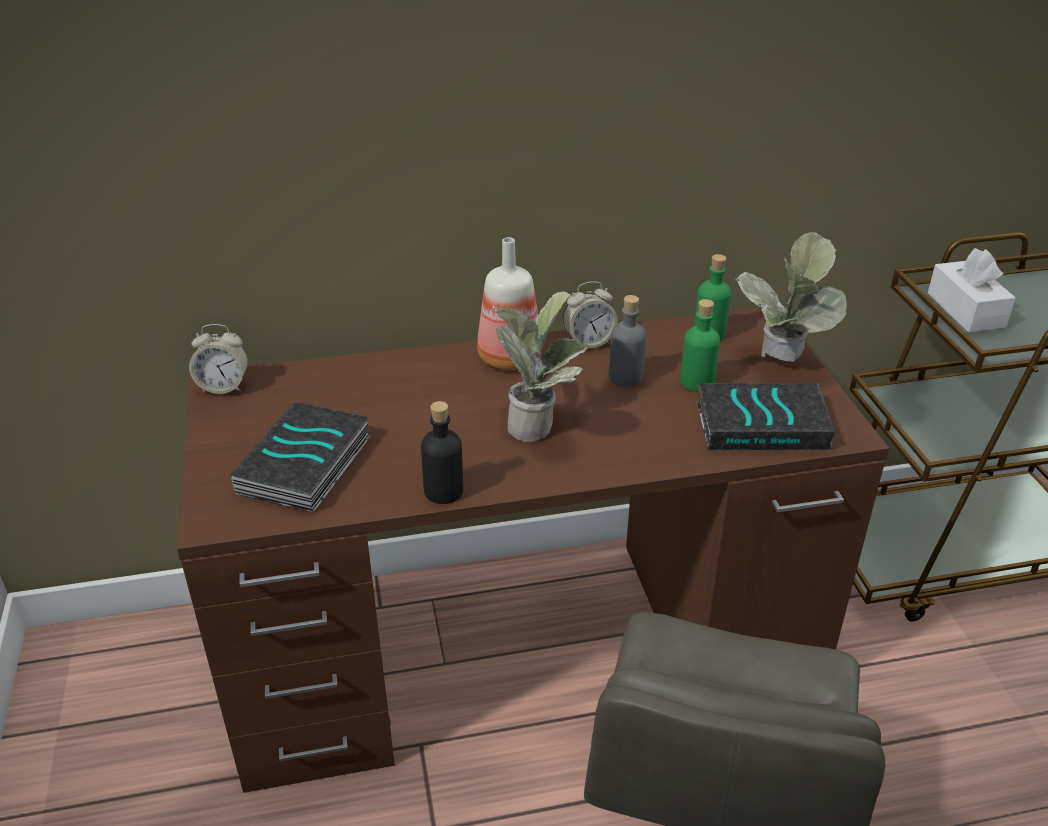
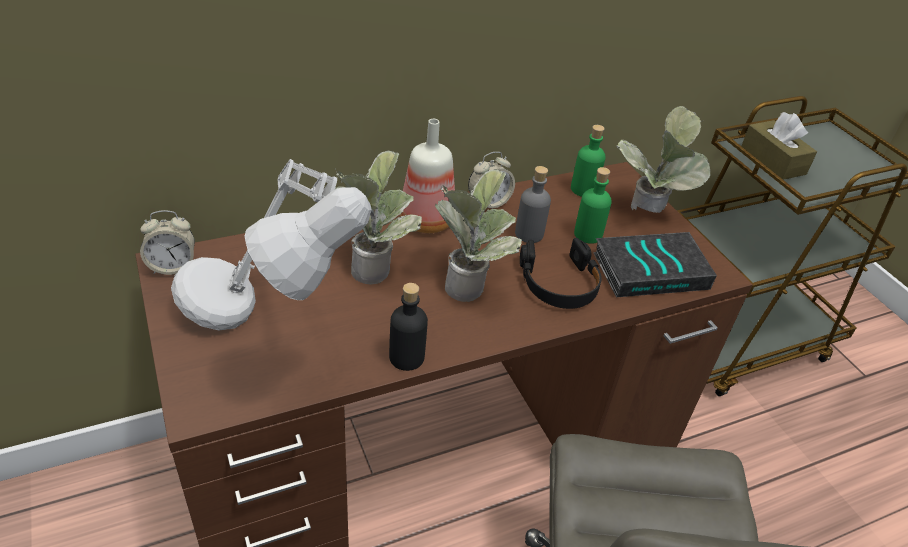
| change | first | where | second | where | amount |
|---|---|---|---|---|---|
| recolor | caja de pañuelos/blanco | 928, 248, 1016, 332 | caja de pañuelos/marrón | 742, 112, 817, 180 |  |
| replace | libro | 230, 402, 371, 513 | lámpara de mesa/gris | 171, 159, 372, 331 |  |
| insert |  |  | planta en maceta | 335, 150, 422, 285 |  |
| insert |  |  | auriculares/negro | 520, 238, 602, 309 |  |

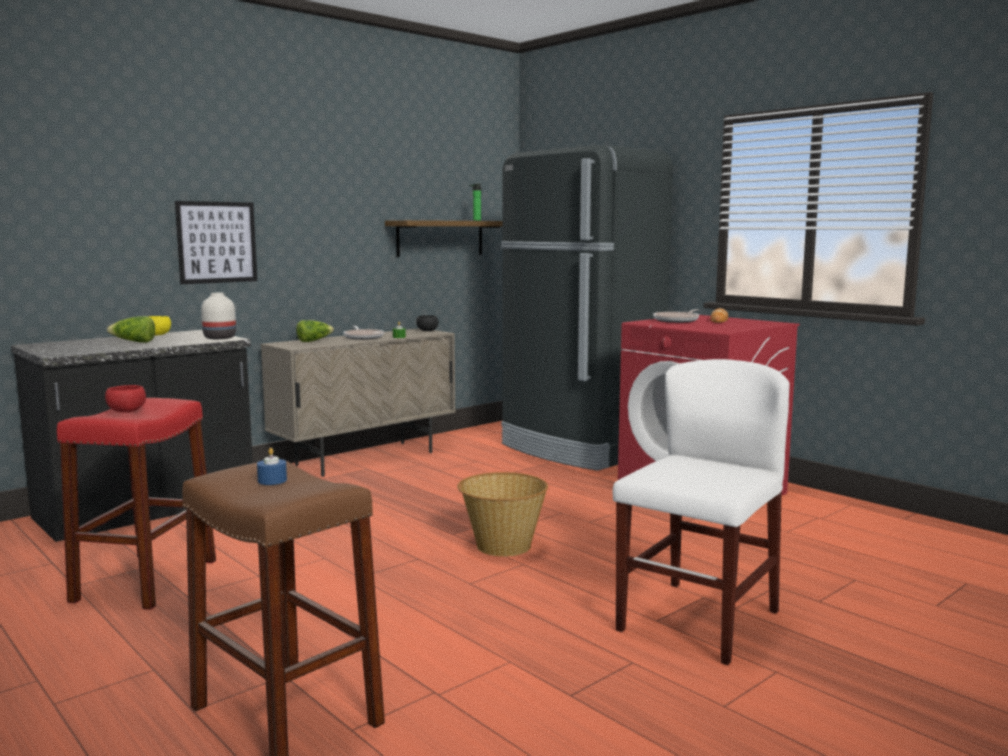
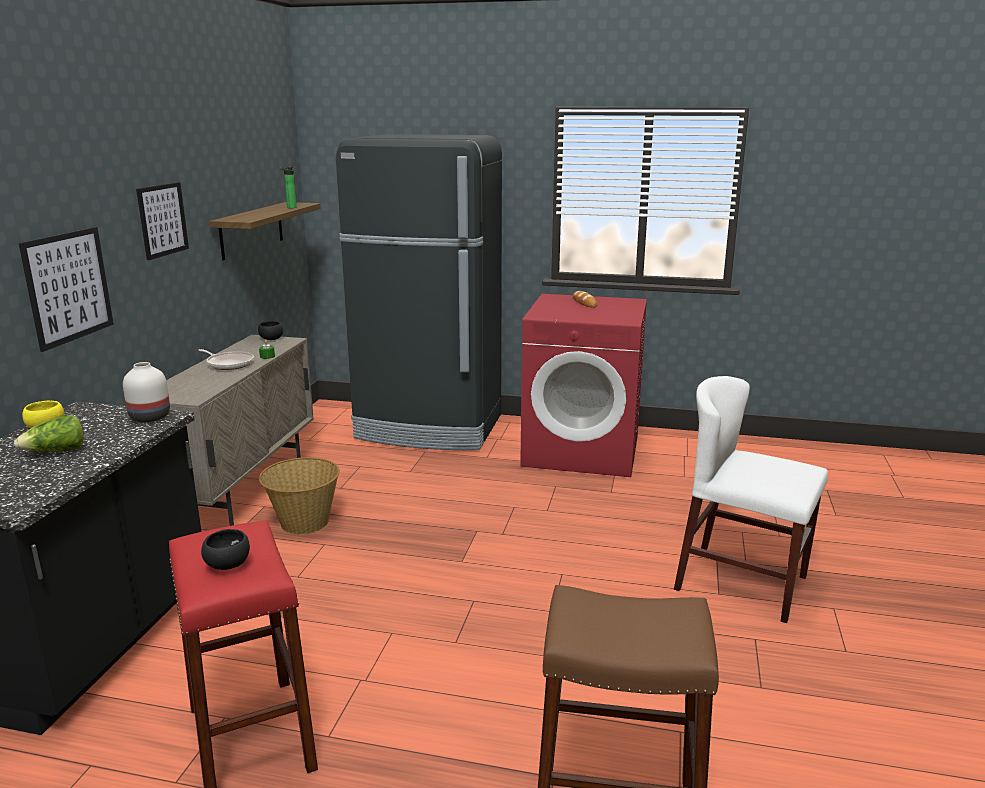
| change | first | where | second | where | amount |
|---|---|---|---|---|---|
| delete | sartén | 653, 309, 699, 323 |  |  |  |
| delete | lechuga | 296, 320, 334, 342 |  |  |  |
| rotate | silla/blanco | 613, 359, 790, 665 |  | 674, 376, 828, 623 | 60 degrees counterclockwise |
| recolor | cuenco/rojo | 105, 385, 146, 412 | cuenco/negro | 201, 529, 250, 570 |  |
| delete | vela/azul | 257, 448, 287, 485 |  |  |  |
| move | cesta | 457, 472, 548, 557 |  | 259, 457, 340, 535 |  |
| insert |  |  | cuadro | 136, 182, 189, 260 |  |

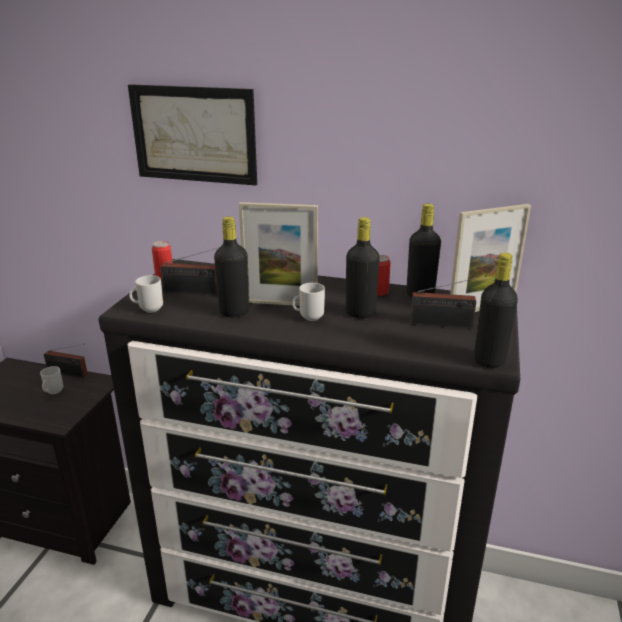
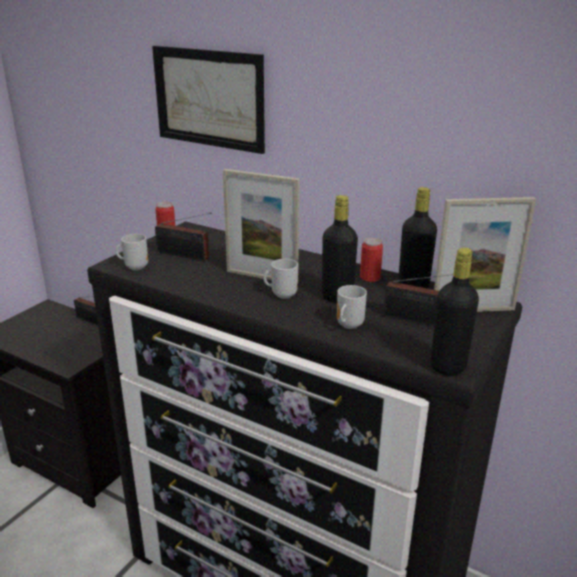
| change | first | where | second | where | amount |
|---|---|---|---|---|---|
| delete | botella/negro | 214, 217, 249, 317 |  |  |  |
| move | taza grande | 40, 366, 63, 394 |  | 337, 285, 367, 329 |  |

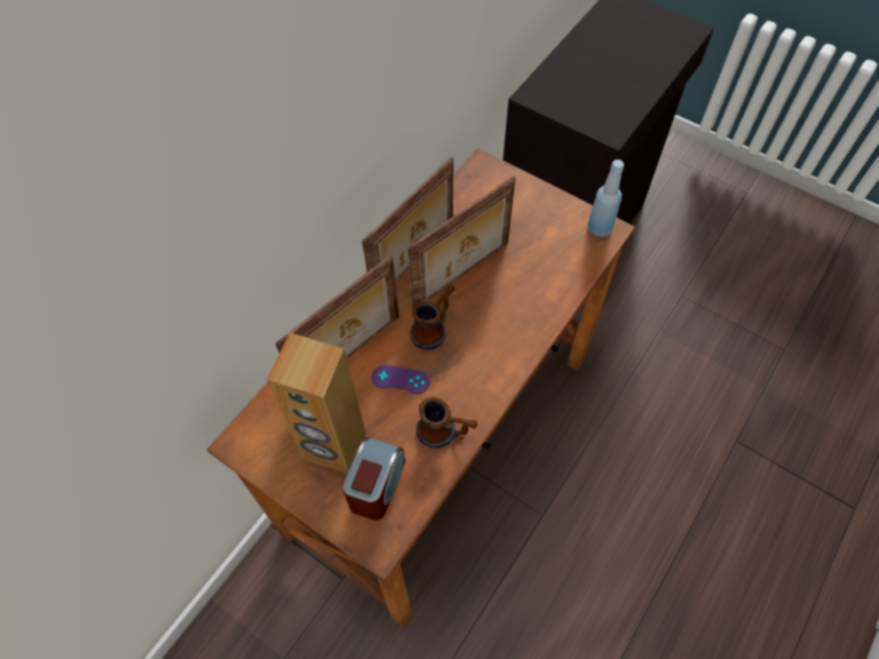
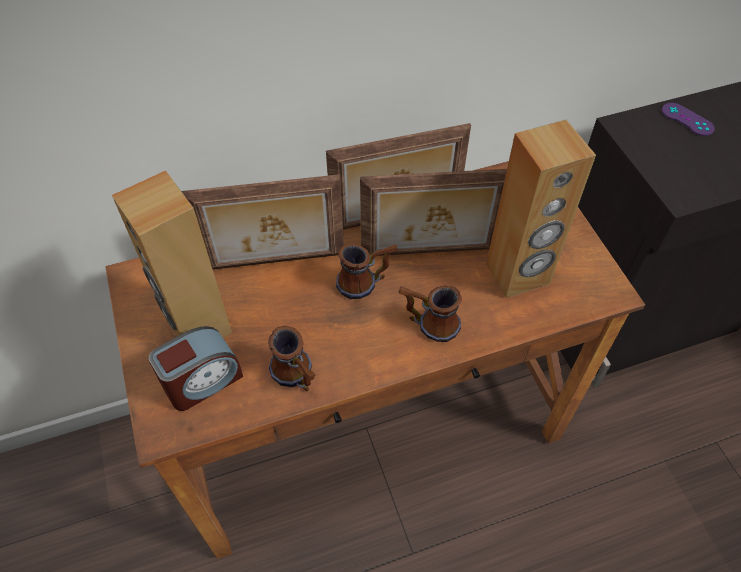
| change | first | where | second | where | amount |
|---|---|---|---|---|---|
| delete | botella/azul | 588, 160, 624, 237 |  |  |  |
| move | mando de consola/morado | 372, 365, 430, 394 |  | 662, 103, 715, 136 |  |
| insert |  |  | altavoz/marrón | 486, 120, 596, 298 |  |
| insert |  |  | taza grande | 399, 285, 462, 342 |  |

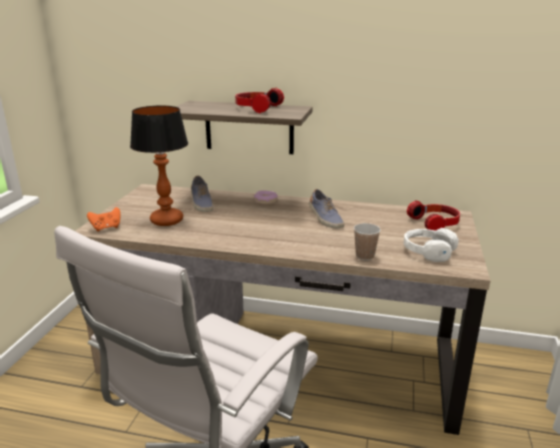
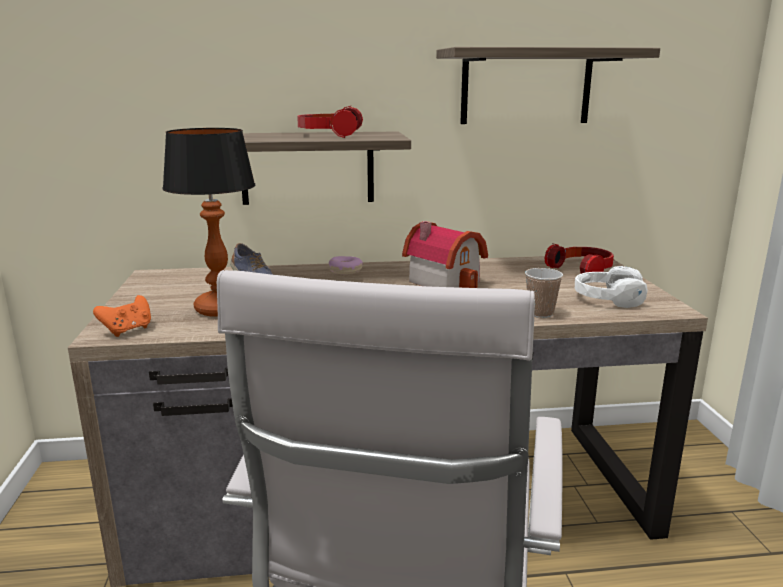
| change | first | where | second | where | amount |
|---|---|---|---|---|---|
| replace | zapato | 309, 189, 344, 228 | casita | 402, 221, 488, 288 |  |
| insert |  |  | estante | 436, 47, 660, 124 |  |

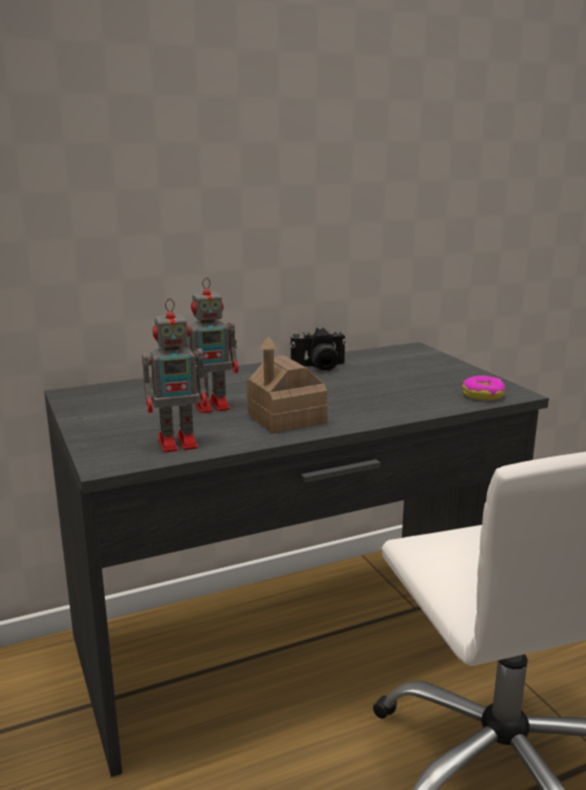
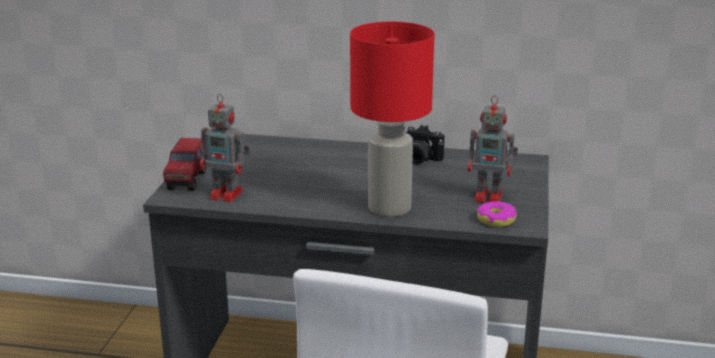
| change | first | where | second | where | amount |
|---|---|---|---|---|---|
| move | robot de juguete | 184, 277, 238, 413 |  | 467, 95, 518, 203 |  |
| delete | casita | 247, 336, 328, 433 |  |  |  |
| insert |  |  | lámpara de mesa/rojo | 350, 22, 435, 217 |  |
| insert |  |  | camión de juguete | 163, 138, 206, 191 |  |

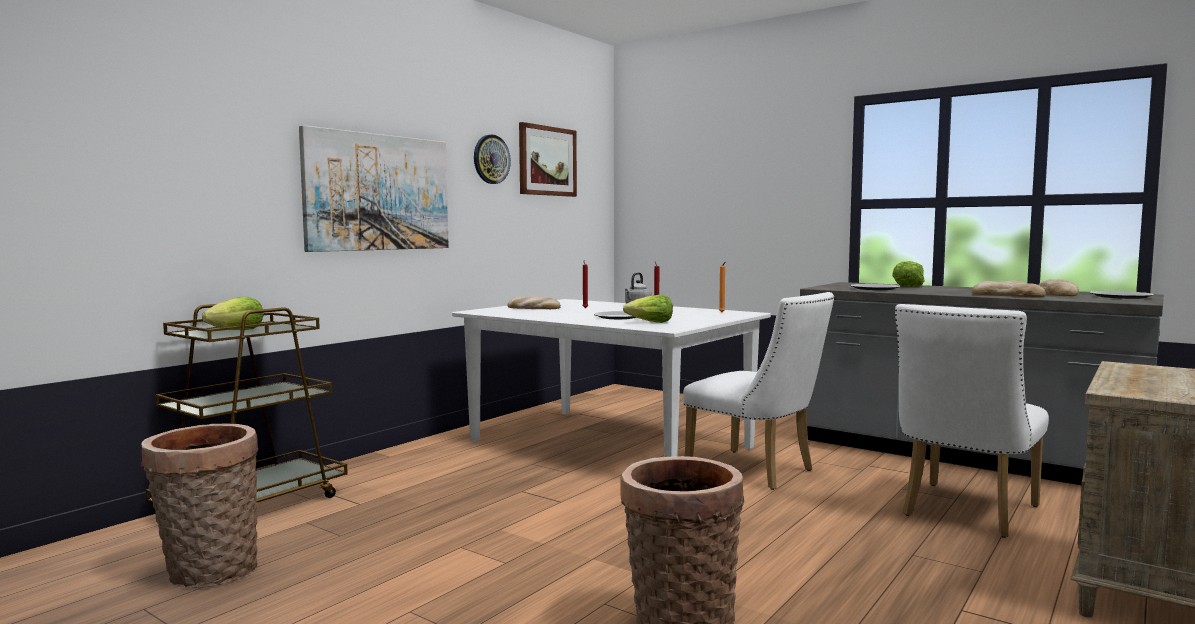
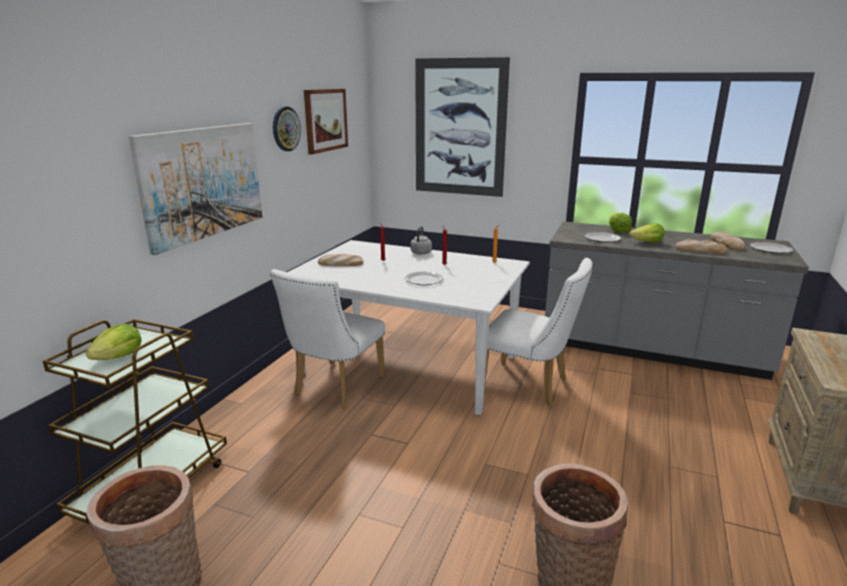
| change | first | where | second | where | amount |
|---|---|---|---|---|---|
| move | lechuga | 623, 295, 673, 323 |  | 629, 223, 664, 243 |  |
| move | silla/blanco | 895, 304, 1049, 538 |  | 270, 269, 385, 408 |  |
| insert |  |  | cuadro | 415, 57, 510, 197 |  |

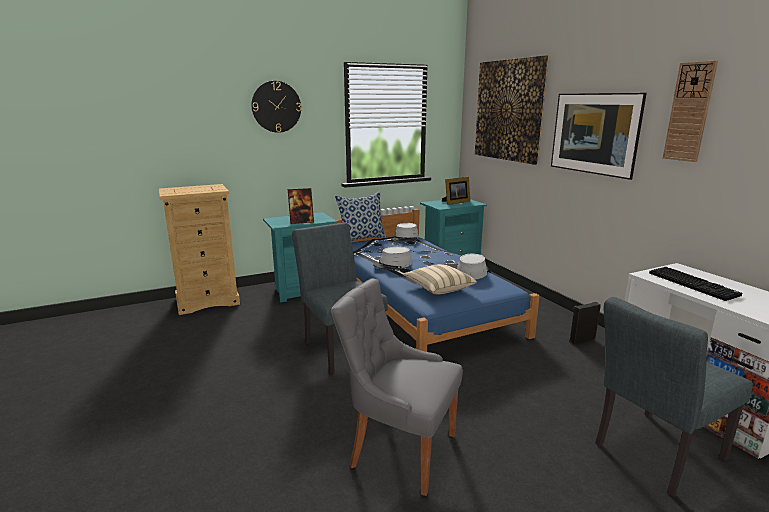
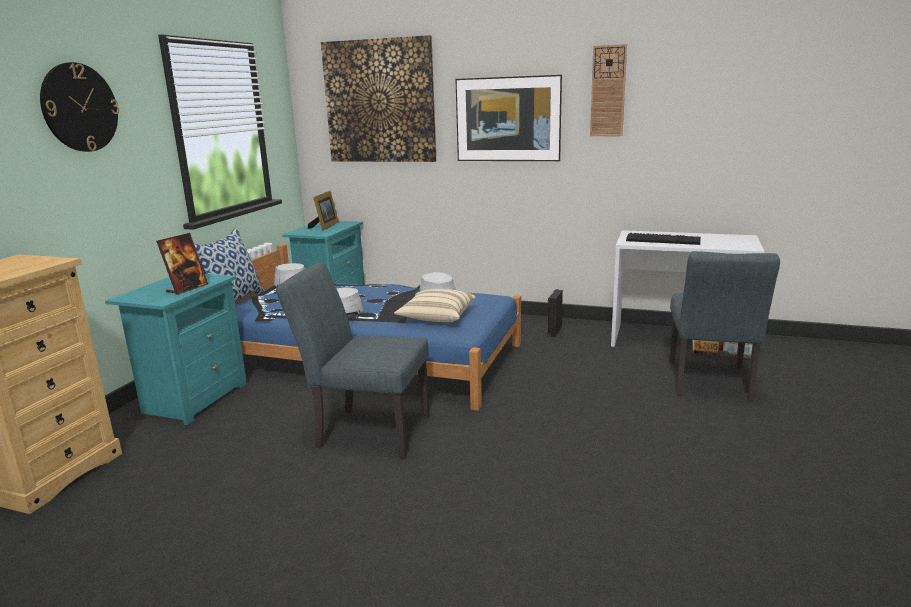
| change | first | where | second | where | amount |
|---|---|---|---|---|---|
| delete | silla/gris | 331, 278, 463, 496 |  |  |  |

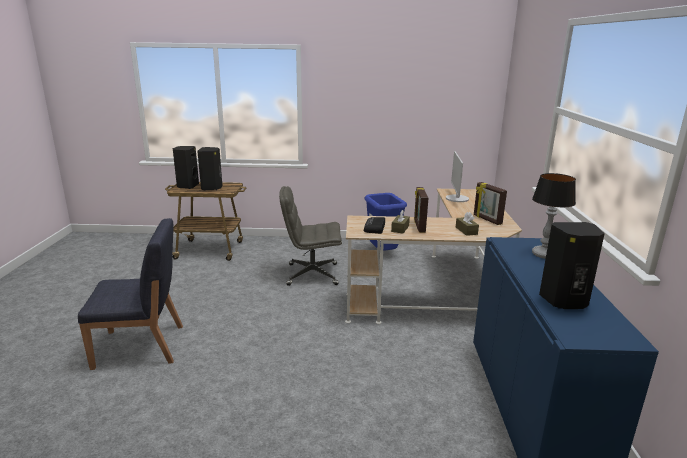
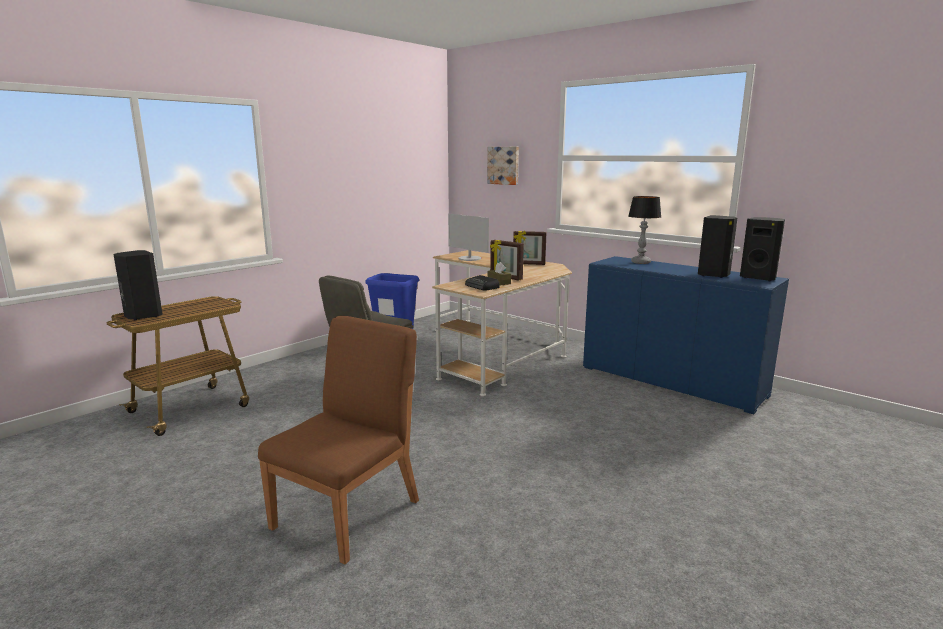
| change | first | where | second | where | amount |
|---|---|---|---|---|---|
| move | altavoz/negro | 197, 147, 222, 190 |  | 740, 217, 785, 281 |  |
| delete | caja de pañuelos/marrón | 456, 212, 479, 236 |  |  |  |
| recolor | silla/azul | 78, 218, 183, 370 | silla/marrón | 258, 316, 419, 565 |  |
| insert |  |  | cuadro | 487, 147, 519, 185 |  |

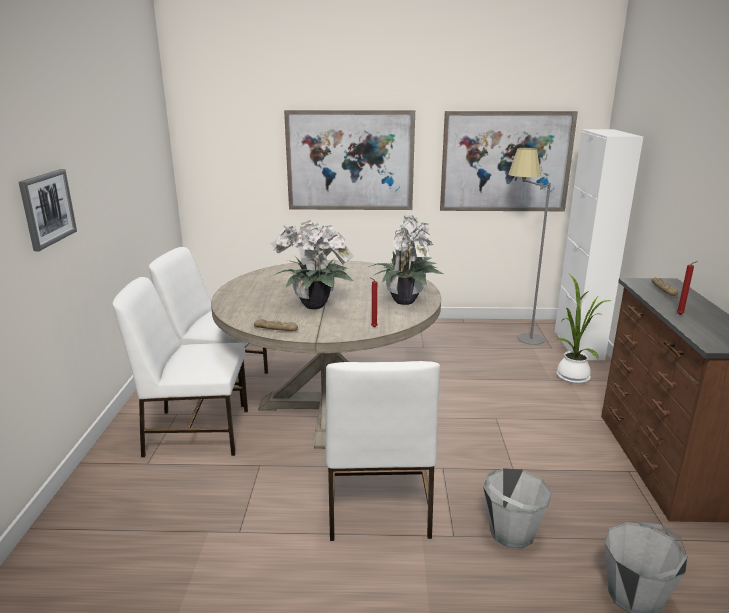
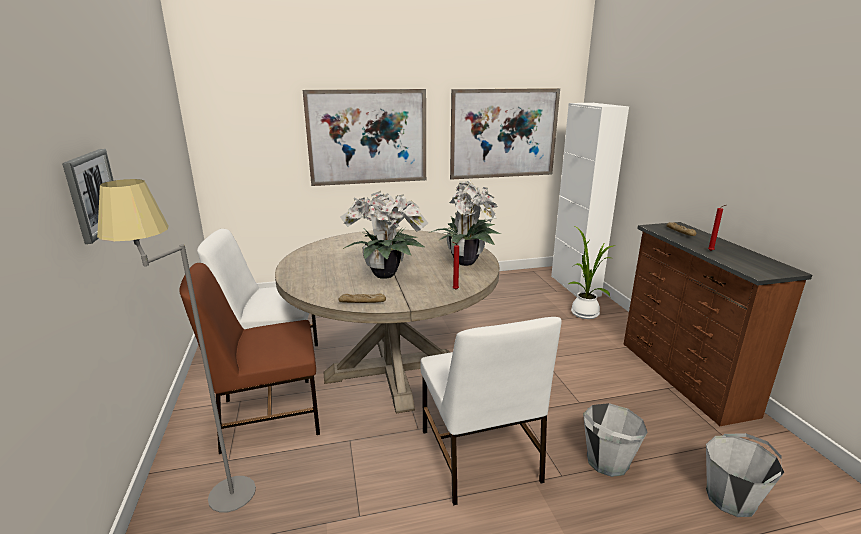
| change | first | where | second | where | amount |
|---|---|---|---|---|---|
| move | lámpara de pie/gris | 508, 148, 551, 345 |  | 97, 179, 256, 512 |  |
| recolor | silla/blanco | 112, 277, 248, 457 | silla/marrón | 179, 263, 320, 454 |  |

